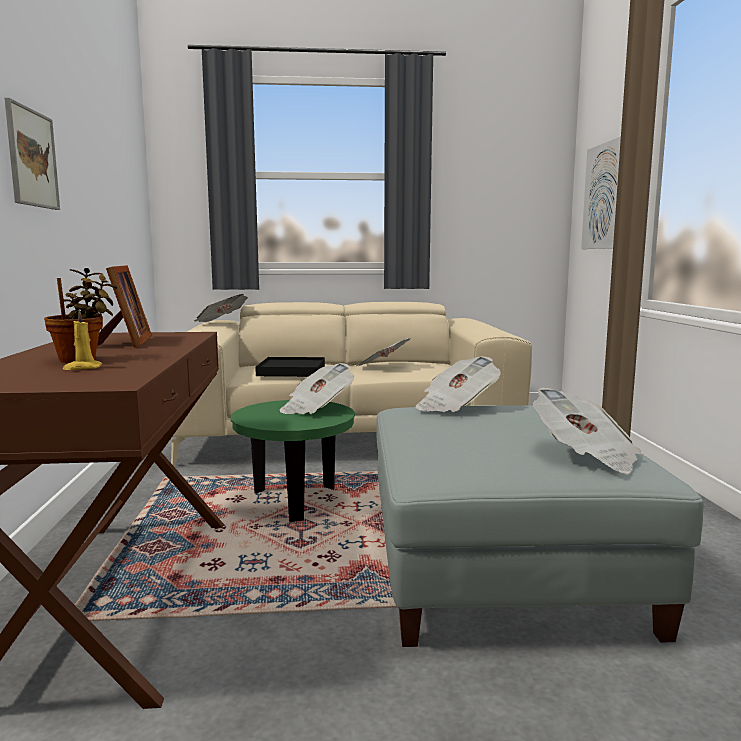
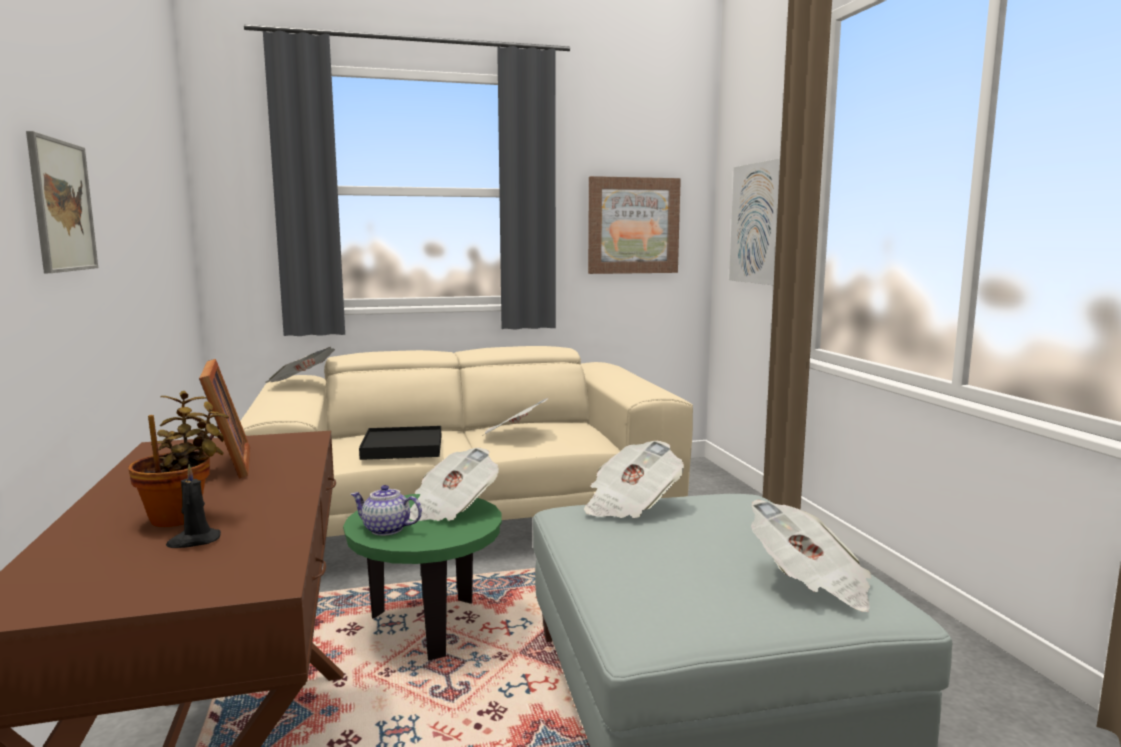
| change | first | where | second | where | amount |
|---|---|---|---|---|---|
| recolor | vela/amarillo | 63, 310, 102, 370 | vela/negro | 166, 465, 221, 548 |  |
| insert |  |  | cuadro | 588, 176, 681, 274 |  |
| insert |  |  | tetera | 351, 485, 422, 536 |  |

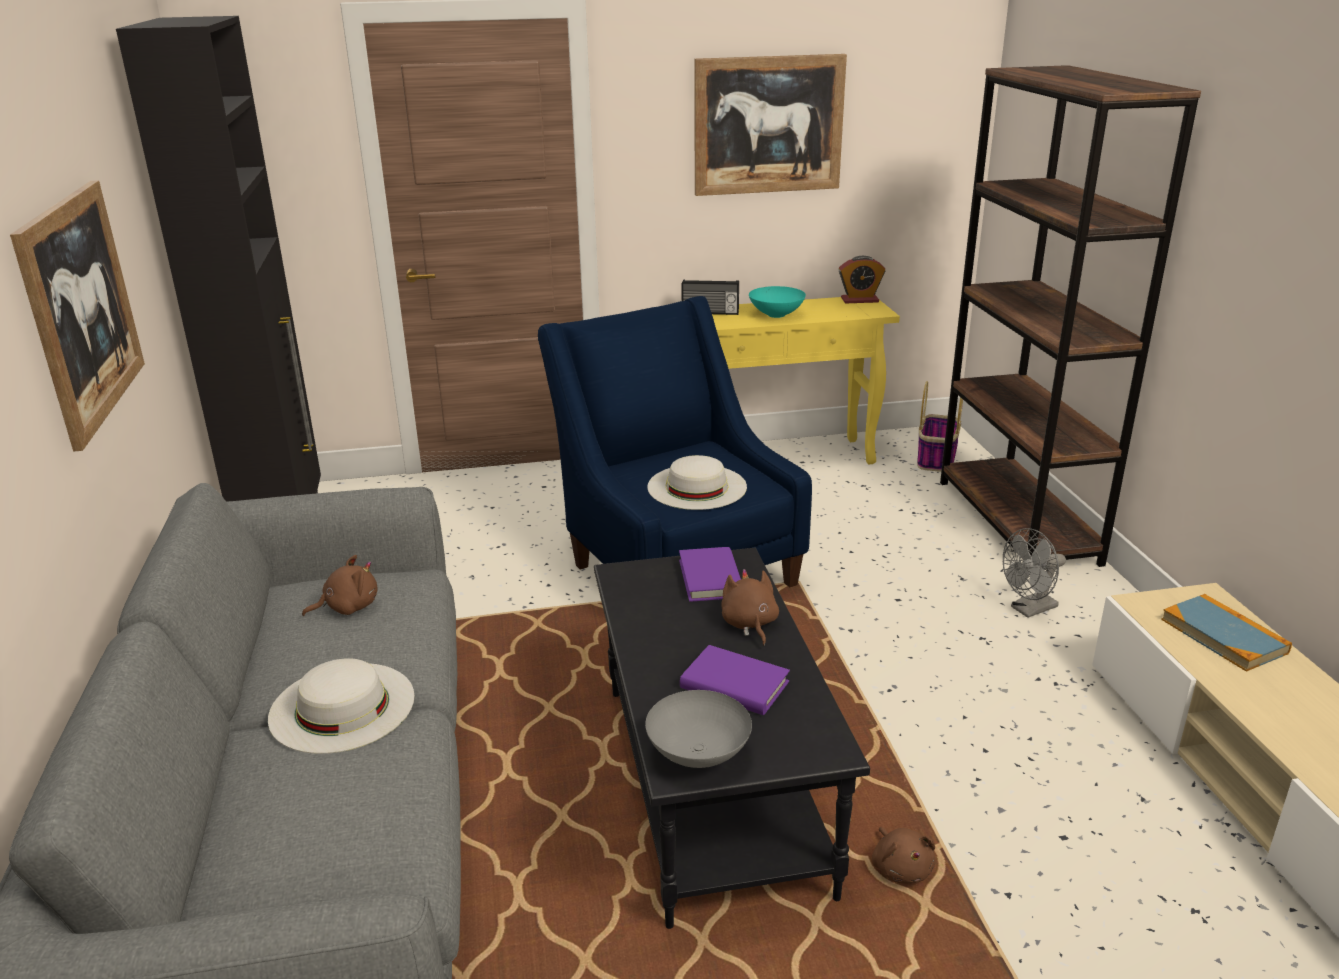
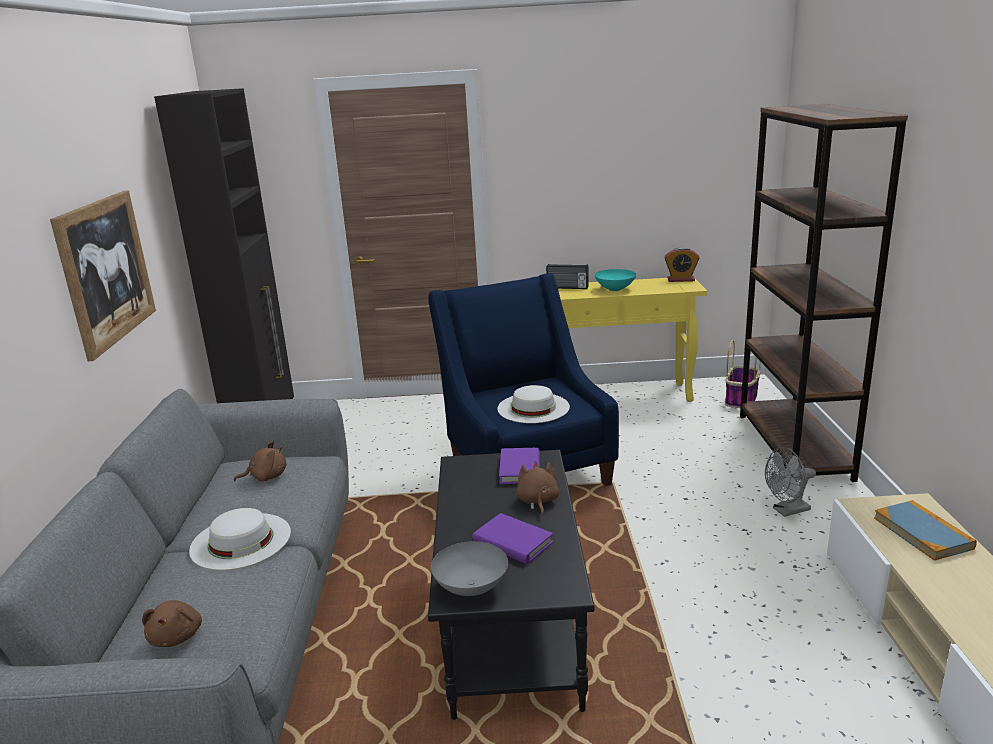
| change | first | where | second | where | amount |
|---|---|---|---|---|---|
| delete | cuadro | 694, 54, 847, 196 |  |  |  |
| move | peluche/marrón | 872, 827, 935, 883 |  | 142, 600, 202, 647 |  |

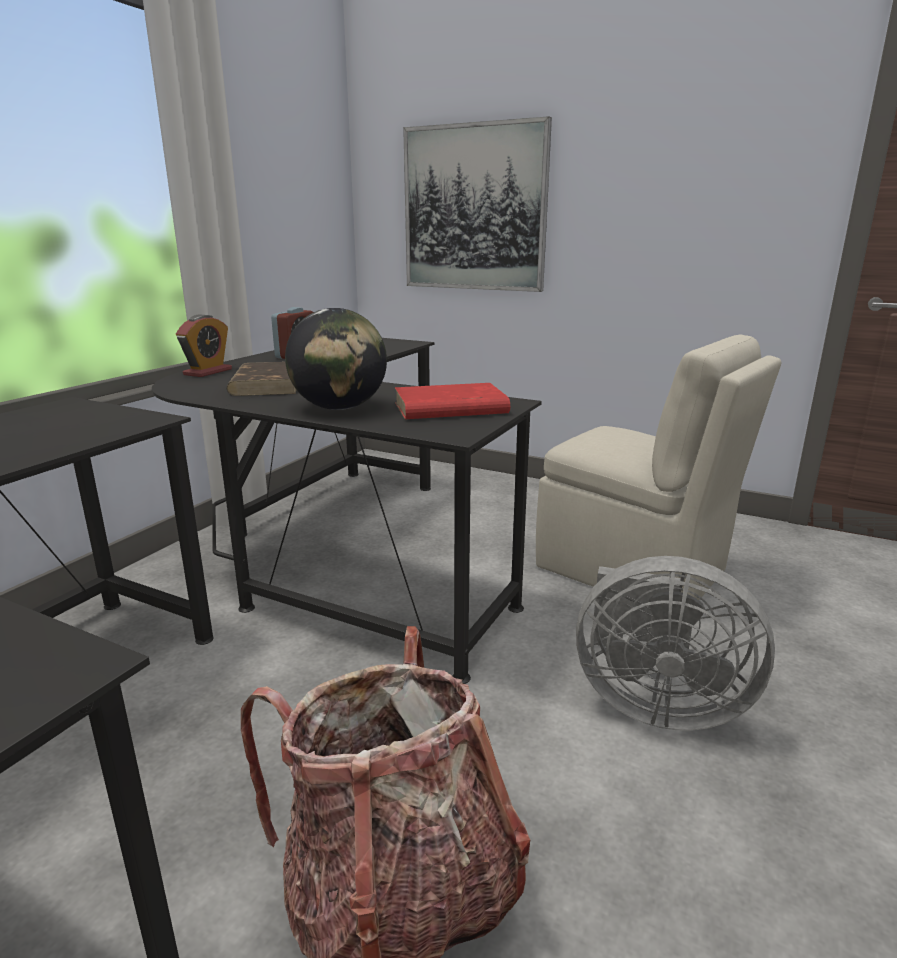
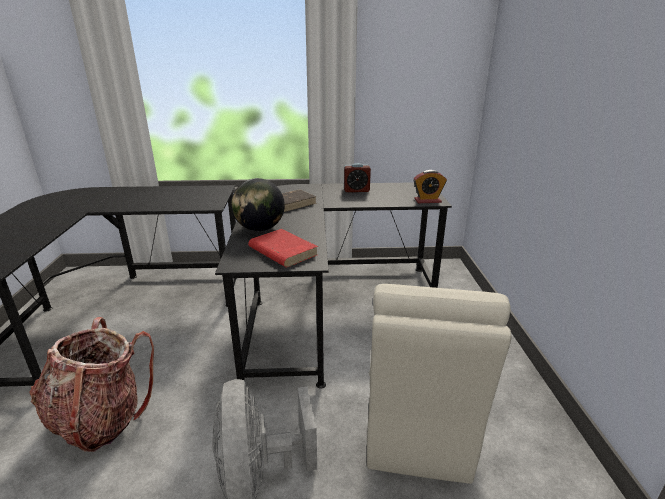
| change | first | where | second | where | amount |
|---|---|---|---|---|---|
| delete | cuadro | 403, 116, 552, 292 |  |  |  |
| move | despertador | 176, 315, 232, 377 |  | 413, 170, 447, 203 |  |

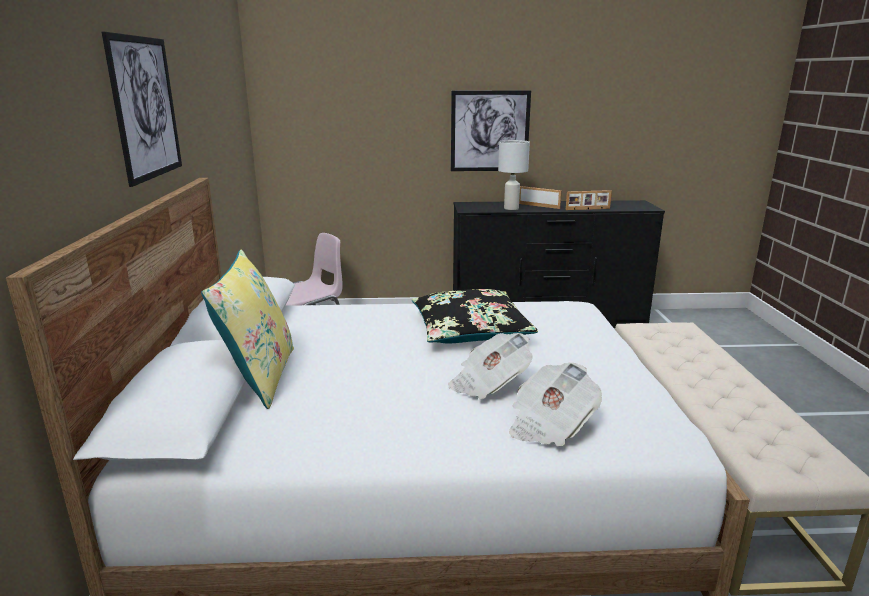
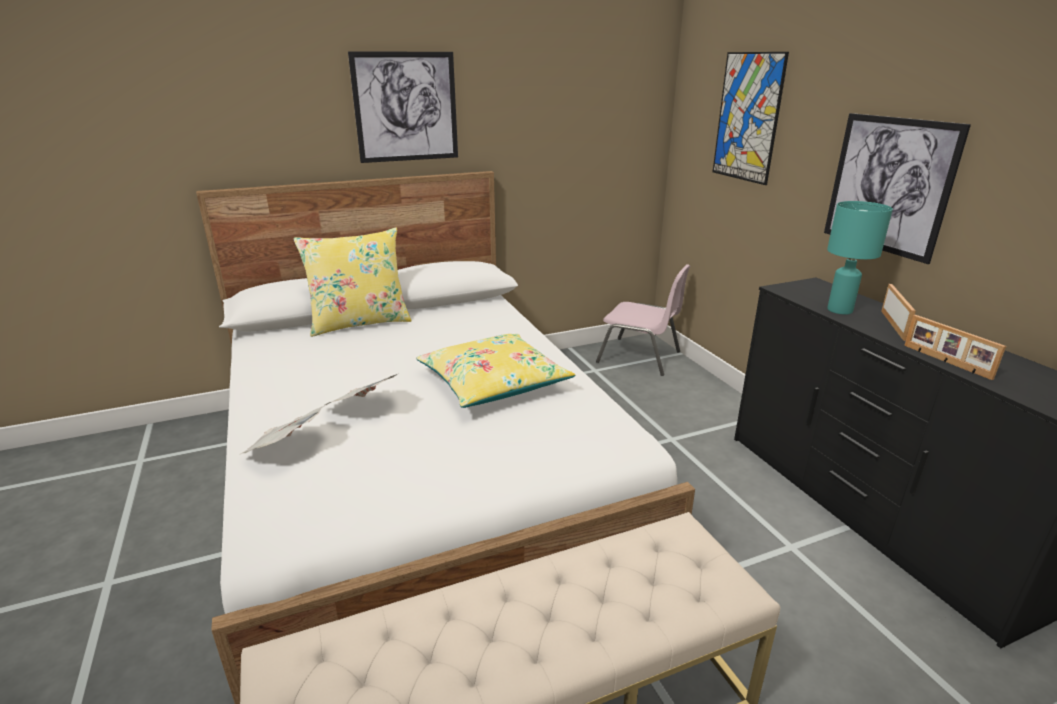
| change | first | where | second | where | amount |
|---|---|---|---|---|---|
| recolor | lámpara de mesa/blanco | 498, 140, 530, 210 | lámpara de mesa/turquesa | 827, 201, 893, 315 |  |
| recolor | cojín/negro | 412, 289, 538, 344 | cojín/amarillo | 416, 334, 576, 408 |  |
| insert |  |  | cuadro | 713, 52, 789, 185 |  |

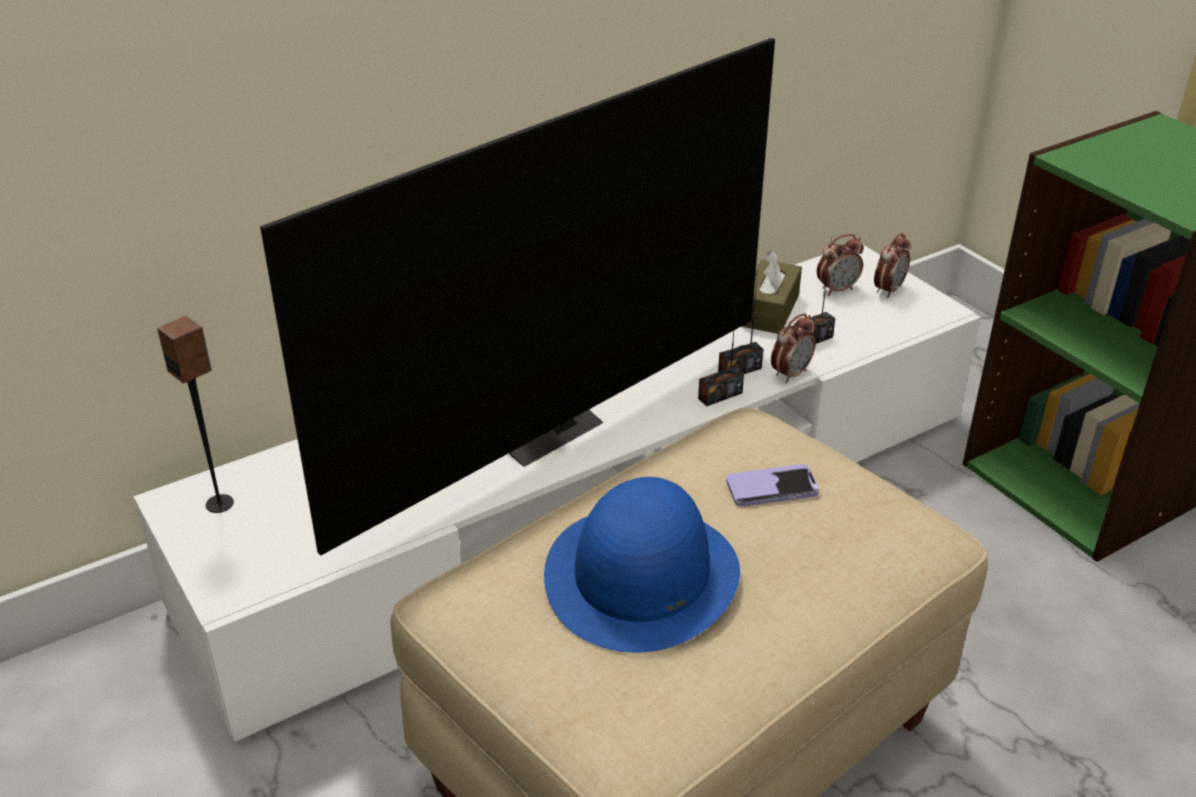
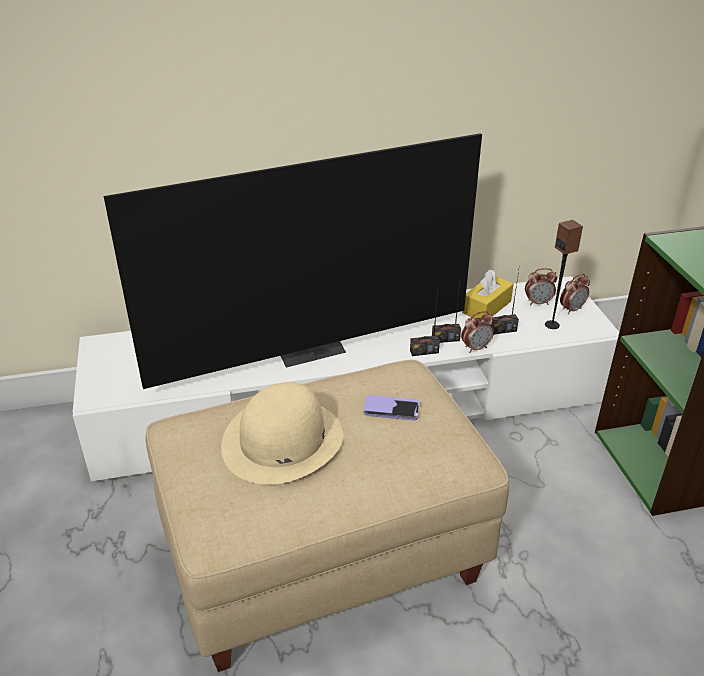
| change | first | where | second | where | amount |
|---|---|---|---|---|---|
| recolor | caja de pañuelos/marrón | 741, 250, 802, 334 | caja de pañuelos/amarillo | 462, 269, 514, 318 |  |
| move | altavoz | 157, 316, 234, 513 |  | 545, 220, 583, 329 |  |
| recolor | sombrero/azul | 544, 477, 740, 653 | sombrero/beis | 221, 382, 343, 485 |  |

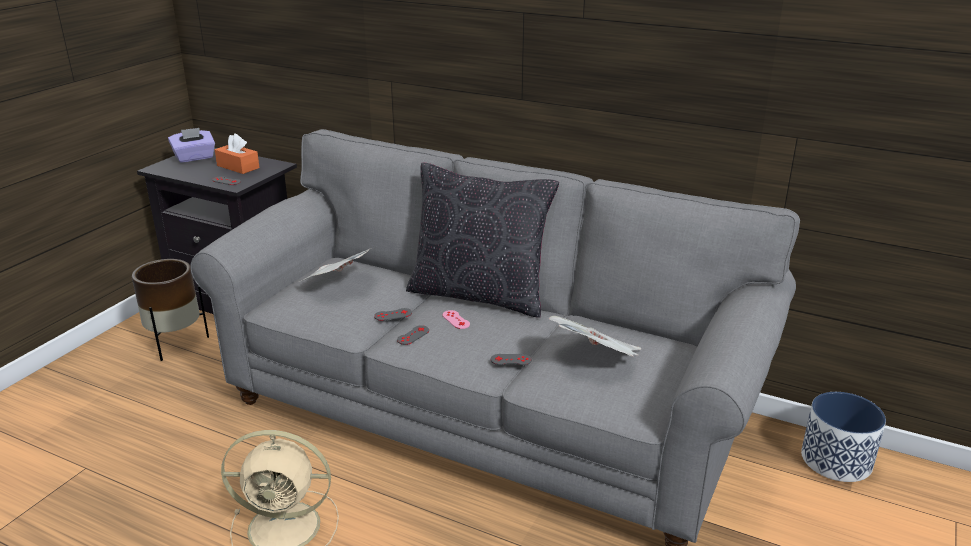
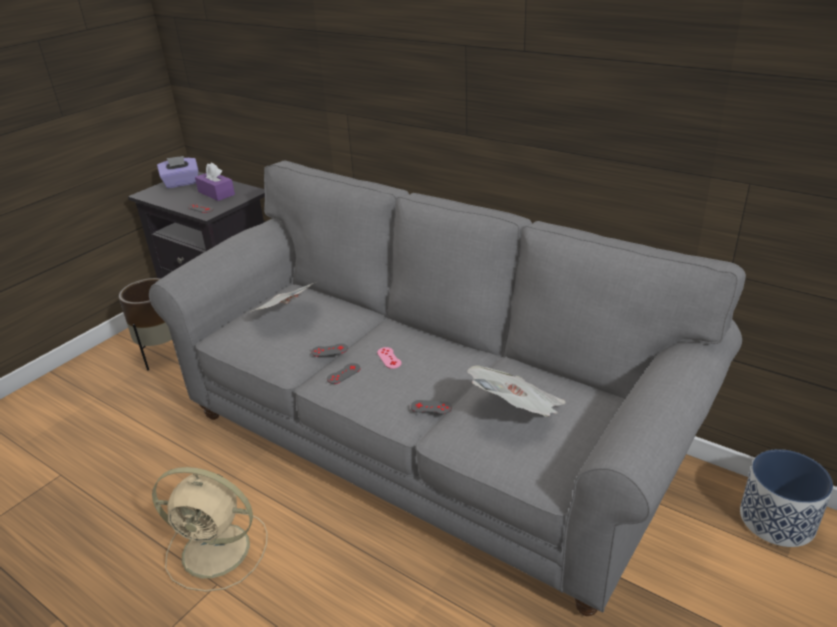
| change | first | where | second | where | amount |
|---|---|---|---|---|---|
| recolor | caja de pañuelos/naranja | 215, 133, 260, 174 | caja de pañuelos/morado | 195, 163, 235, 201 |  |
| delete | cojín/negro | 406, 163, 559, 318 |  |  |  |

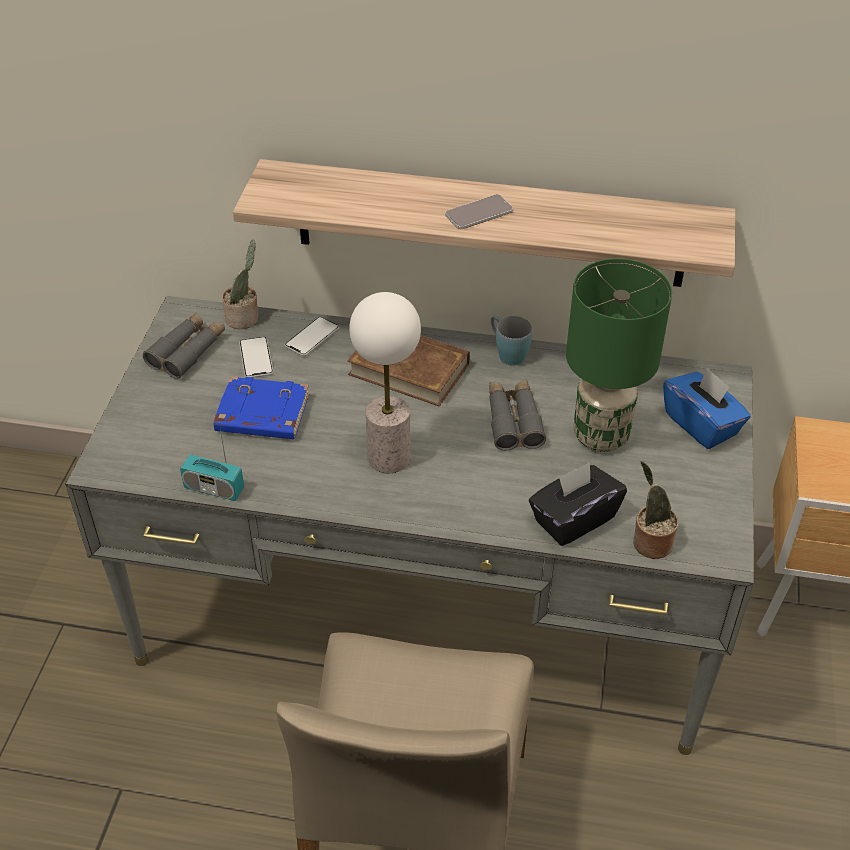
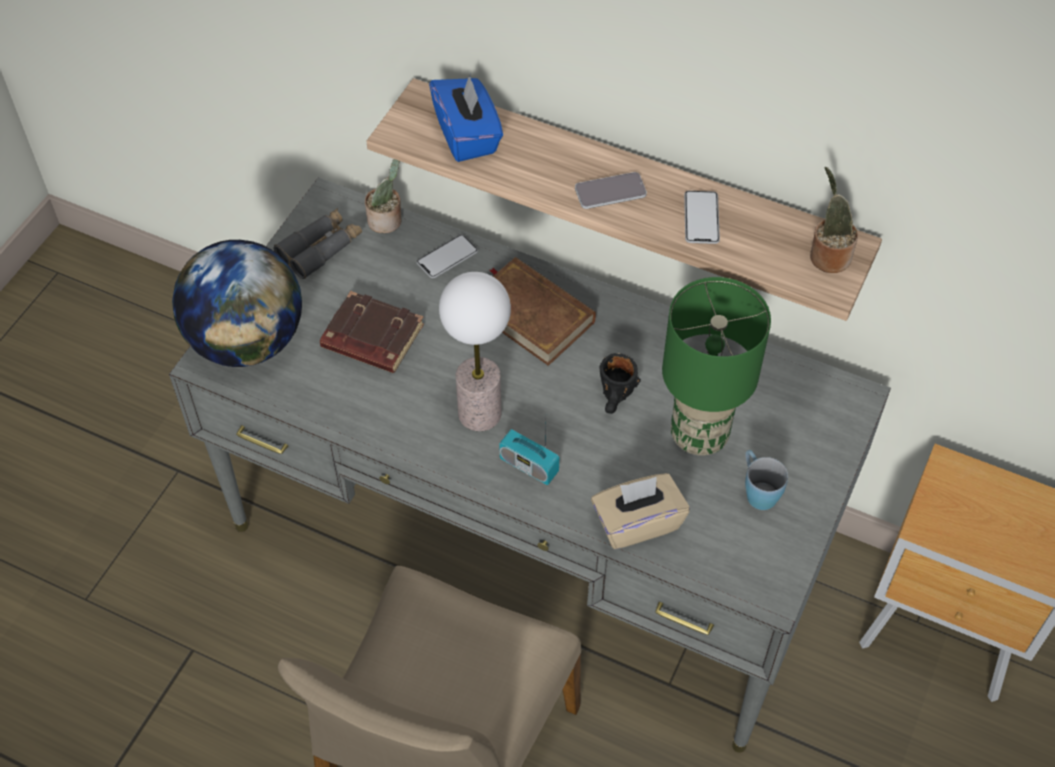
| change | first | where | second | where | amount |
|---|---|---|---|---|---|
| move | taza grande/azul | 491, 316, 532, 366 |  | 745, 450, 788, 510 |  |
| move | móvil | 239, 336, 274, 377 |  | 684, 191, 720, 244 |  |
| move | caja de pañuelos/azul | 663, 367, 751, 449 |  | 429, 75, 503, 162 |  |
| recolor | libro/azul | 213, 377, 309, 439 | libro/marrón | 320, 291, 424, 373 |  |
| replace | prismáticos/gris | 489, 380, 546, 451 | taza grande/negro | 599, 353, 641, 414 |  |
| move | radio | 180, 423, 244, 501 |  | 499, 425, 559, 485 |  |
| move | planta en maceta | 633, 461, 678, 559 |  | 810, 167, 858, 273 |  |
| recolor | caja de pañuelos/negro | 529, 462, 627, 546 | caja de pañuelos/beis | 591, 473, 690, 549 |  |
| insert |  |  | globo terráqueo | 172, 240, 302, 367 |  |

